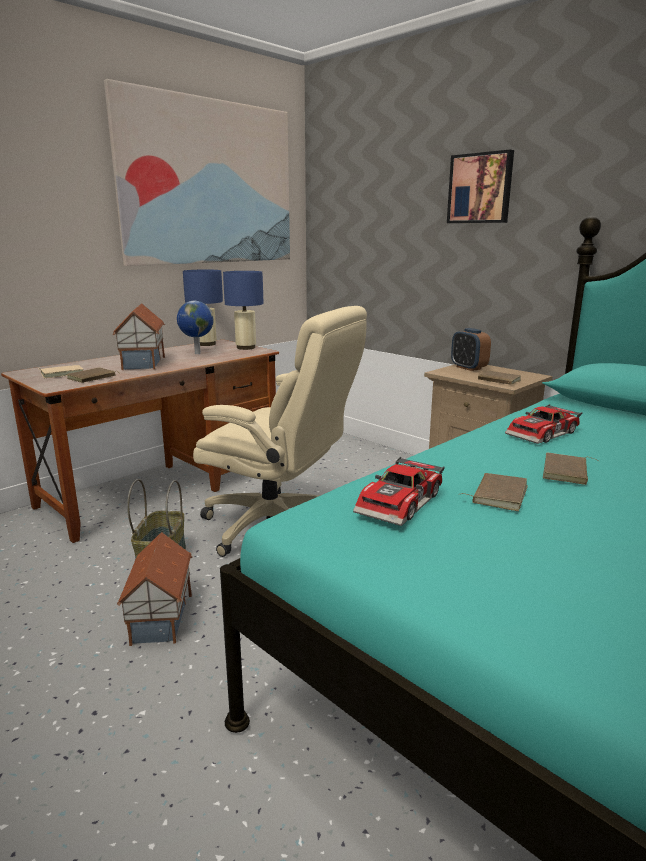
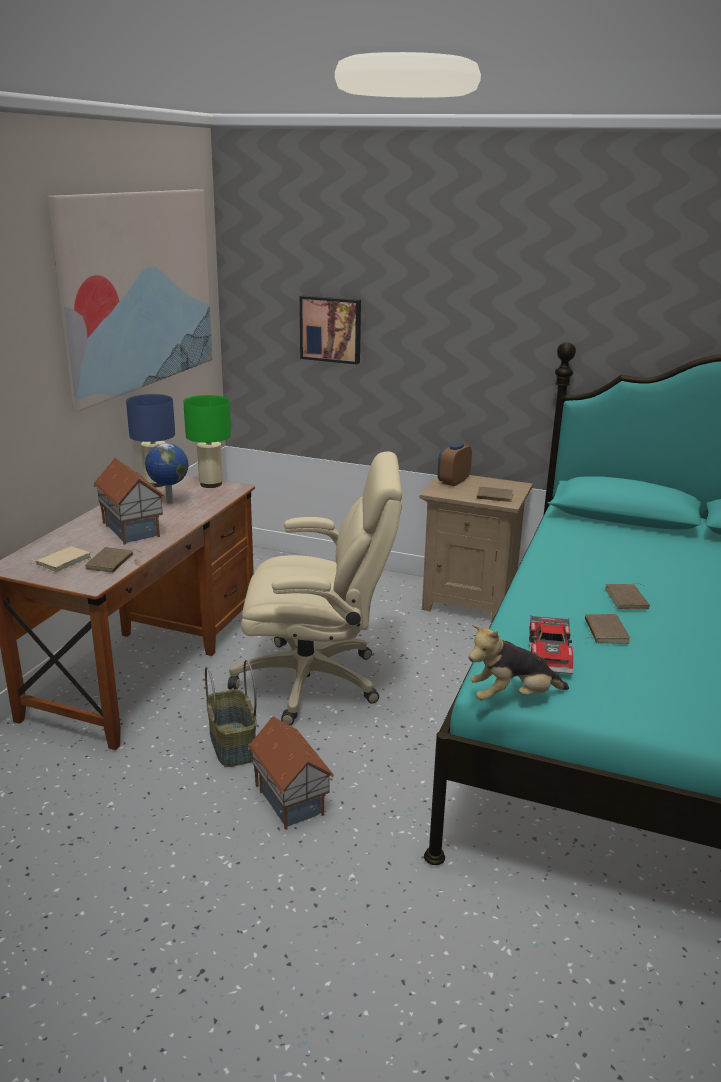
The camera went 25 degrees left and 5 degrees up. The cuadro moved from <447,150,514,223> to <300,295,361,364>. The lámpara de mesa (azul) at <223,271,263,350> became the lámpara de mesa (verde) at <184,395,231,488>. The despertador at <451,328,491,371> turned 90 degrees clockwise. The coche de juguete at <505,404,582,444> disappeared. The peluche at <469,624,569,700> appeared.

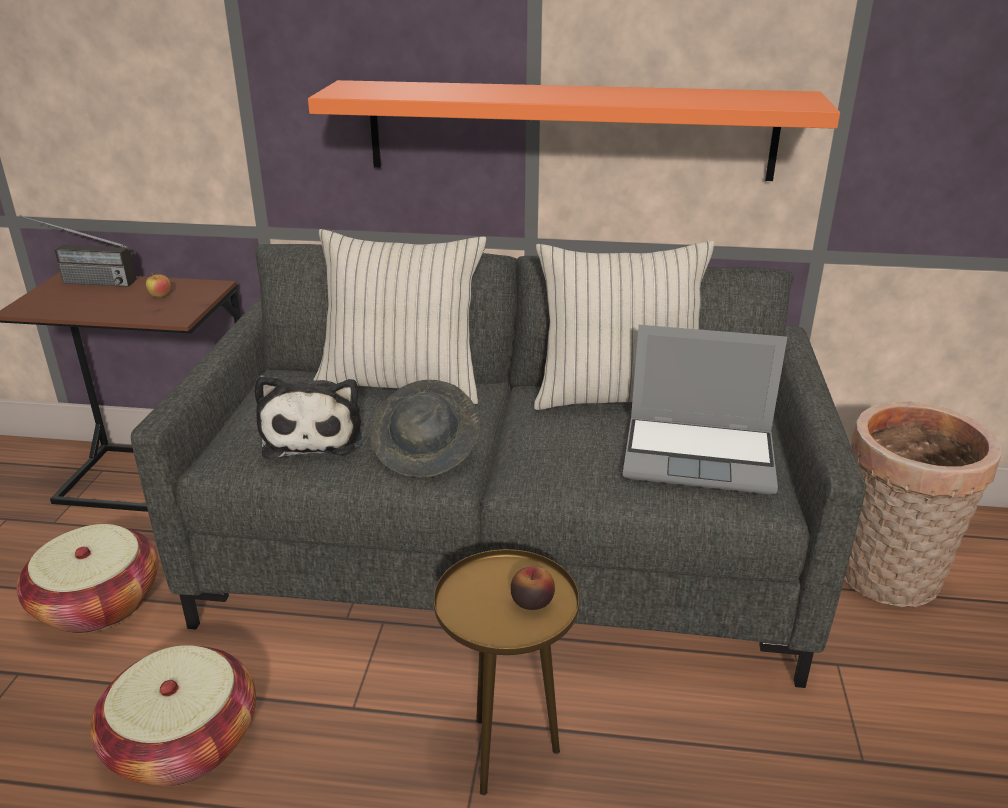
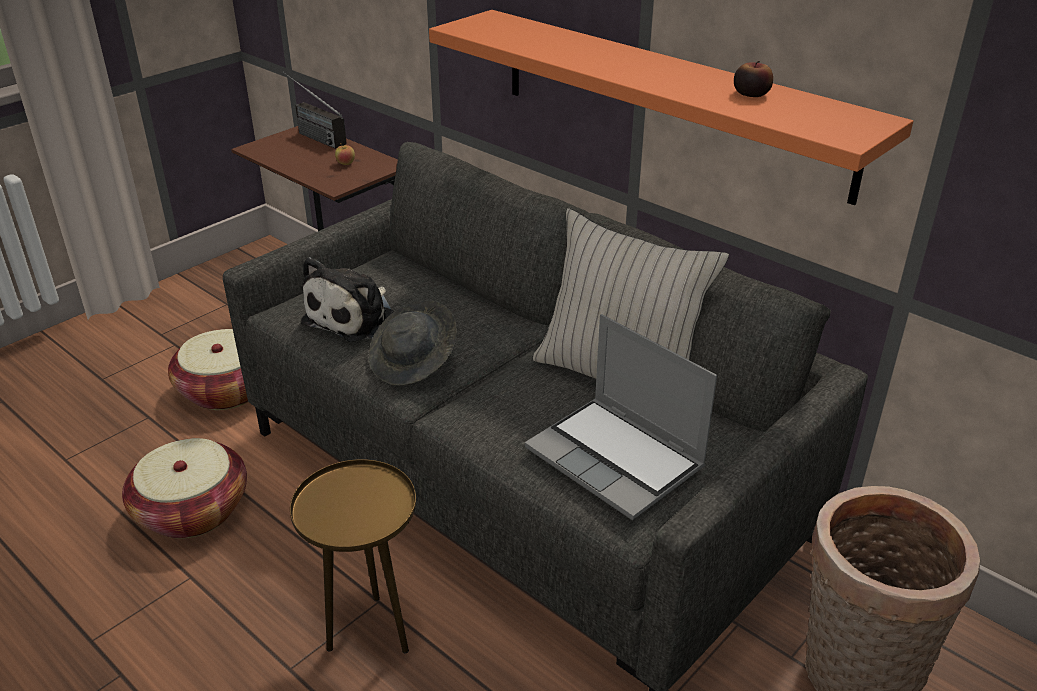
The camera went 35 degrees right and 5 degrees up. The cojín (beis) at <313,229,487,404> disappeared. The manzana moved from <511,567,555,610> to <734,61,773,97>.

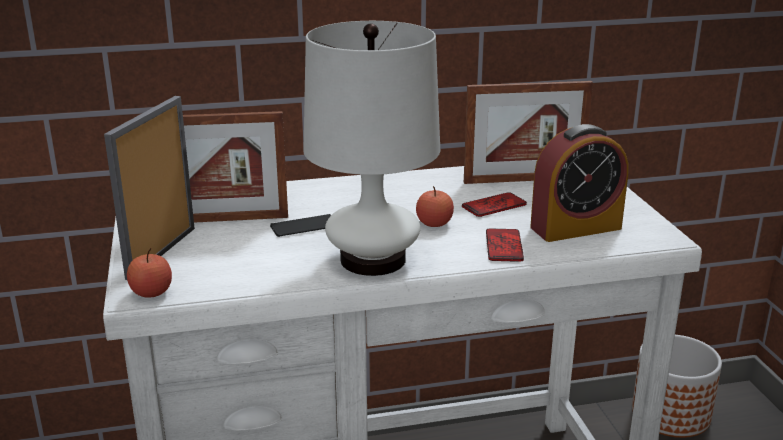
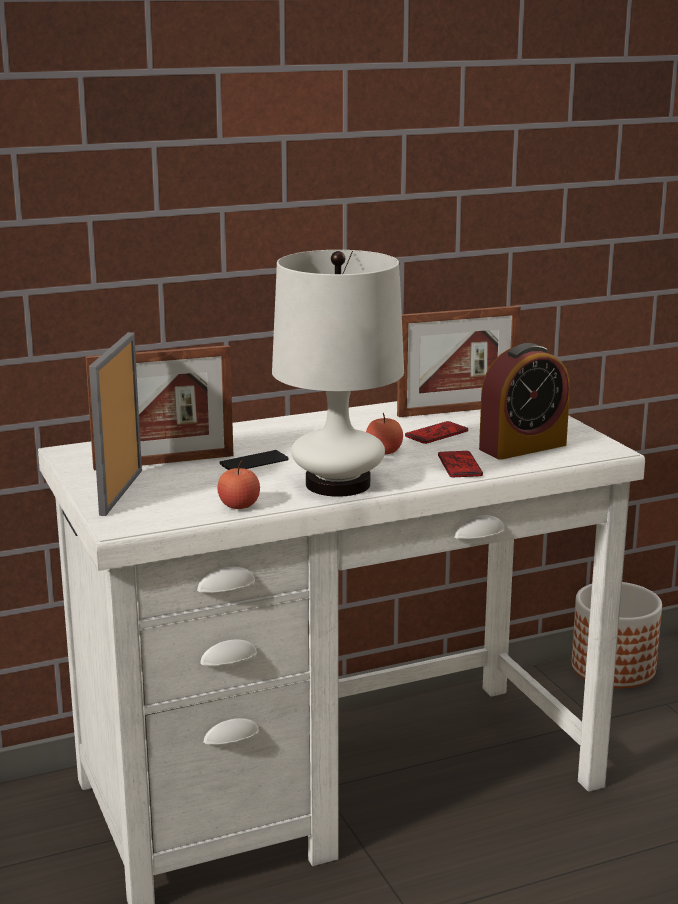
The camera went 10 degrees left and 5 degrees down. The manzana moved from <127,248,172,298> to <217,460,260,509>.

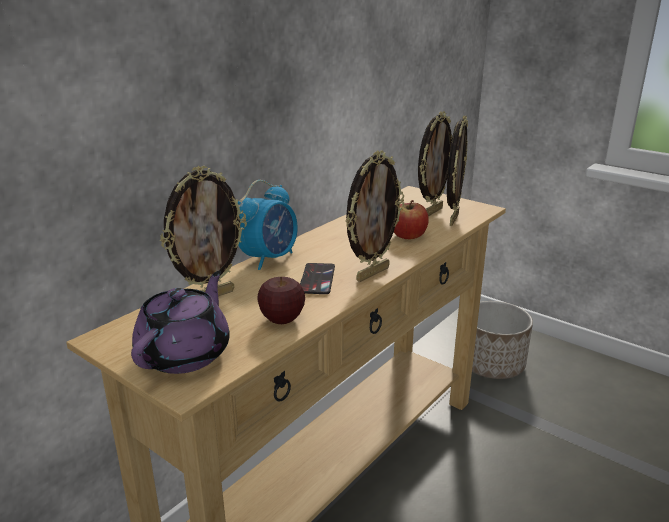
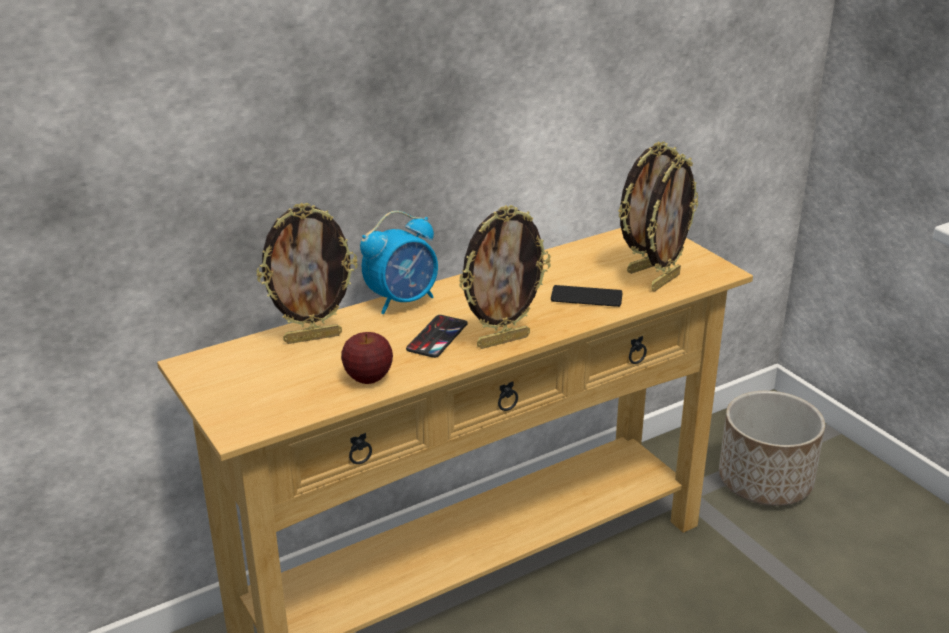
The camera went 20 degrees right and 5 degrees up. The manzana at <394,200,429,239> was replaced by the móvil at <551,285,622,307>. The tetera (morado) at <131,271,230,374> disappeared.

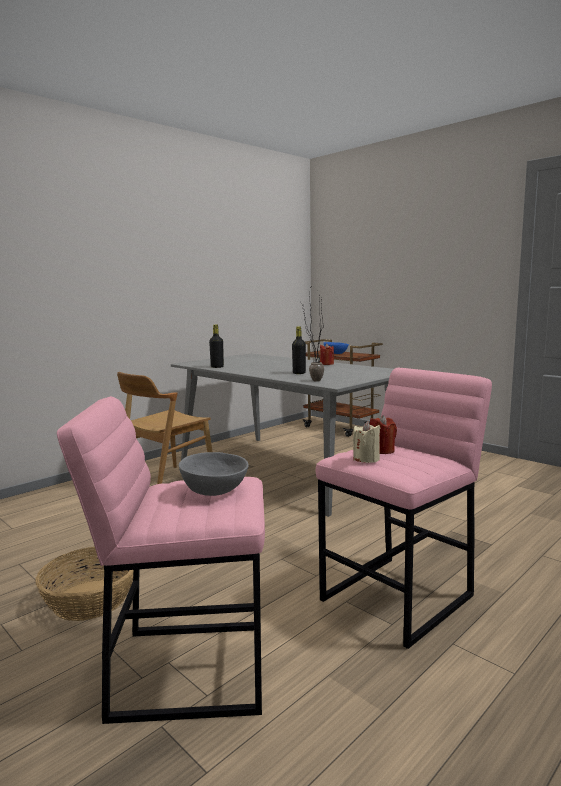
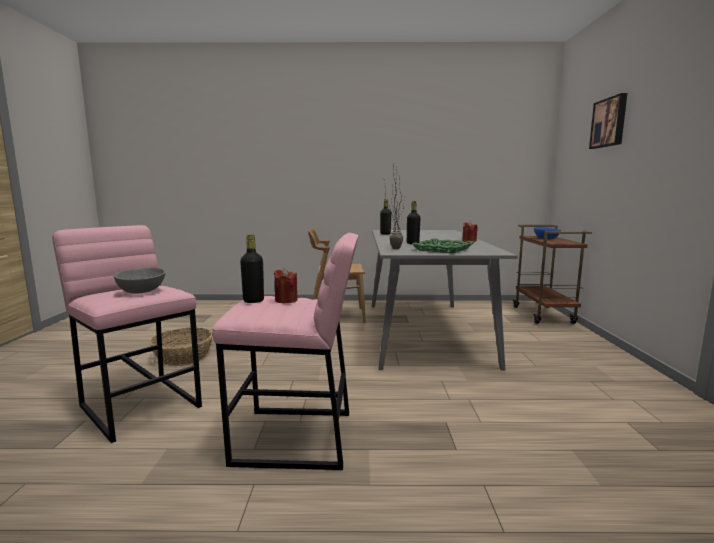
The camera went 45 degrees right and 0 degrees up. The vela (beis) at <353,421,381,463> was replaced by the botella (negro) at <240,234,264,303>. The cuadro at <589,93,627,149> appeared. The bandeja (verde) at <412,238,474,253> appeared.

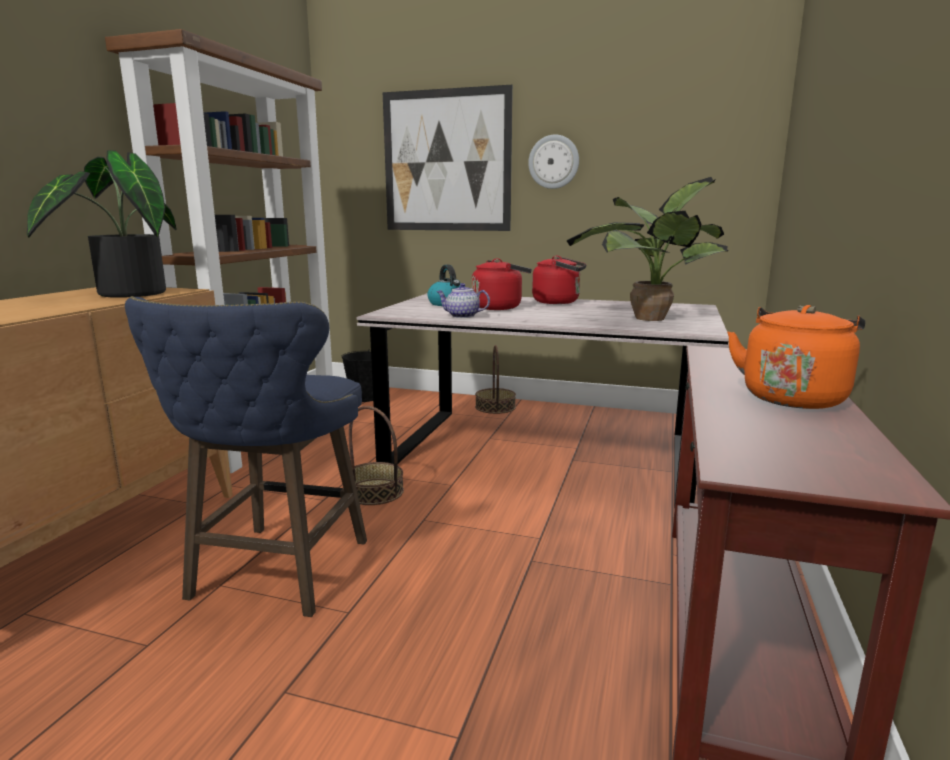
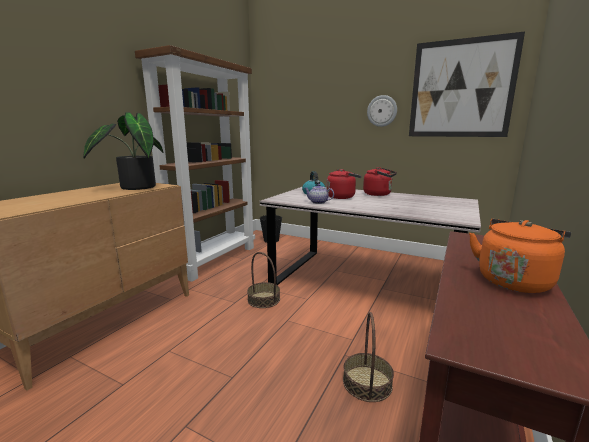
The camera went 10 degrees right and 0 degrees up. The cuadro moved from <383,85,513,231> to <409,32,525,137>. The planta en maceta at <567,177,729,321> disappeared. The taburete (azul) at <125,296,367,617> disappeared. The cesta moved from <475,345,516,414> to <343,312,394,402>.

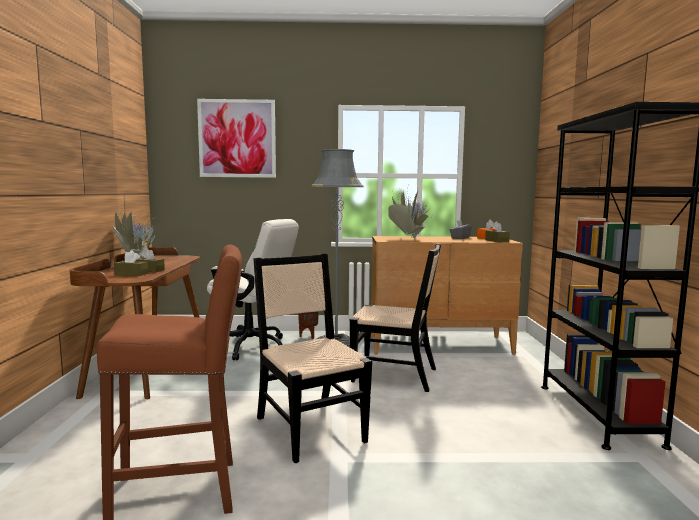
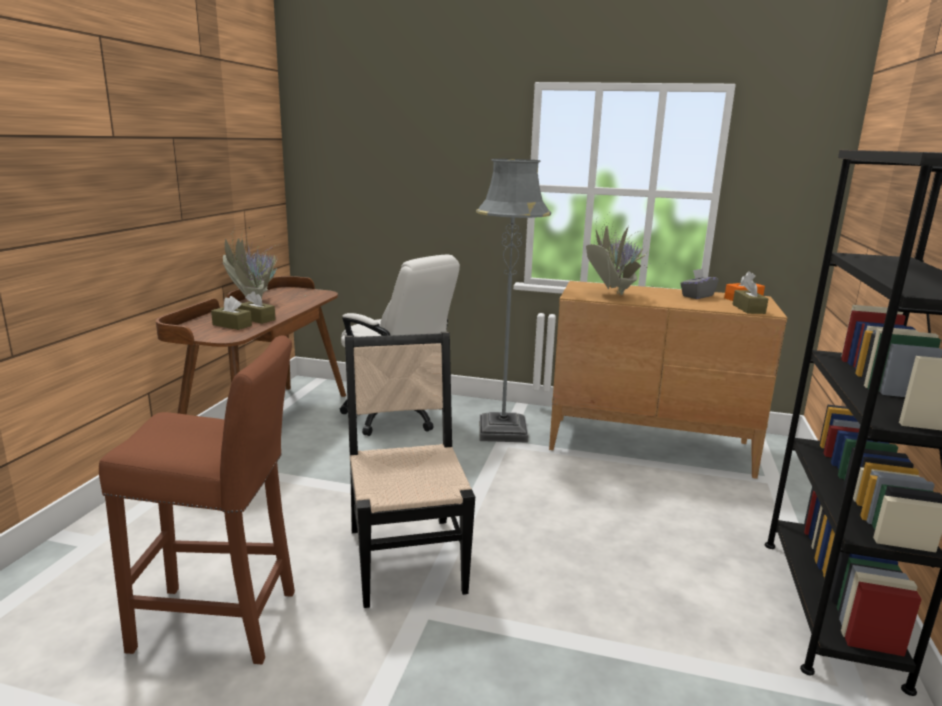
The camera went 15 degrees right and 10 degrees up. The cuadro at <197,99,276,178> disappeared. The silla at <350,243,441,392> disappeared. The maceta (marrón) at <298,311,319,339> disappeared.

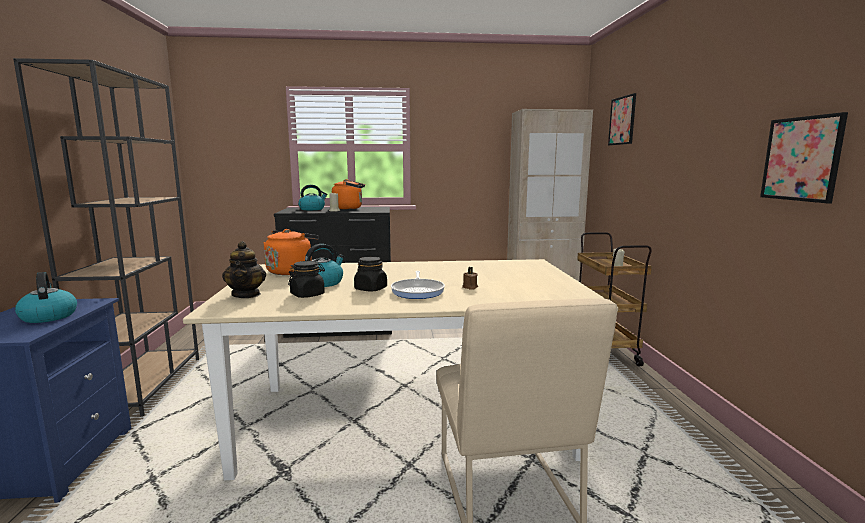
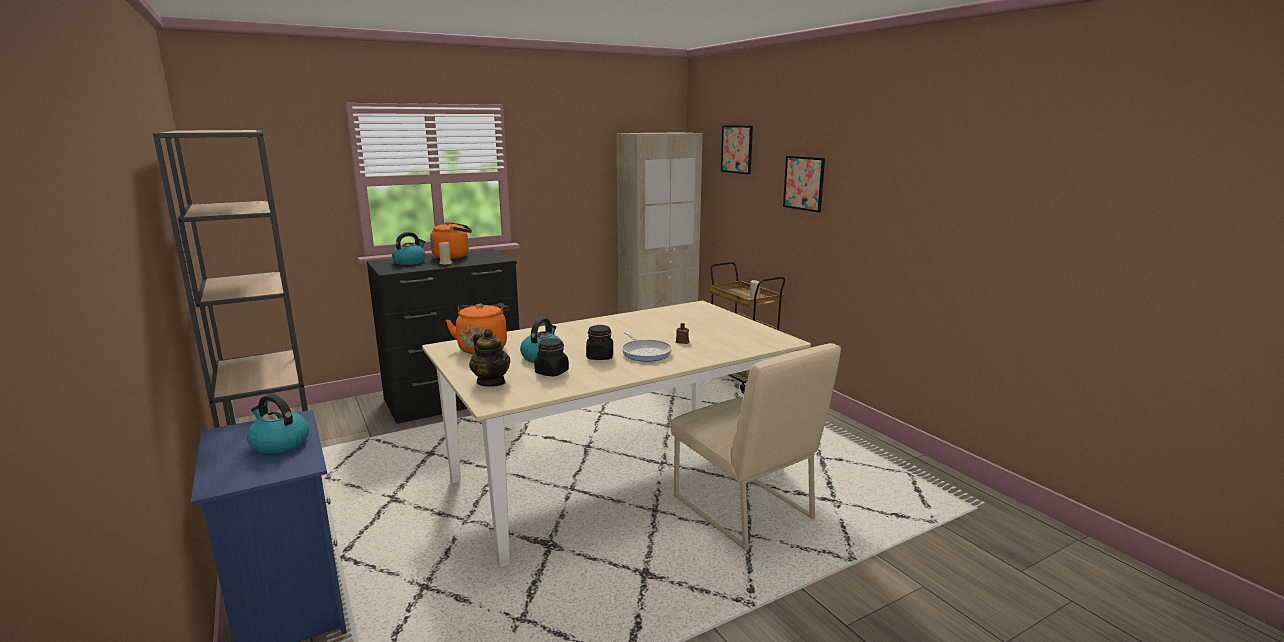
The camera went 25 degrees left and 5 degrees up. The cuadro moved from <760,112,848,204> to <783,156,825,213>.

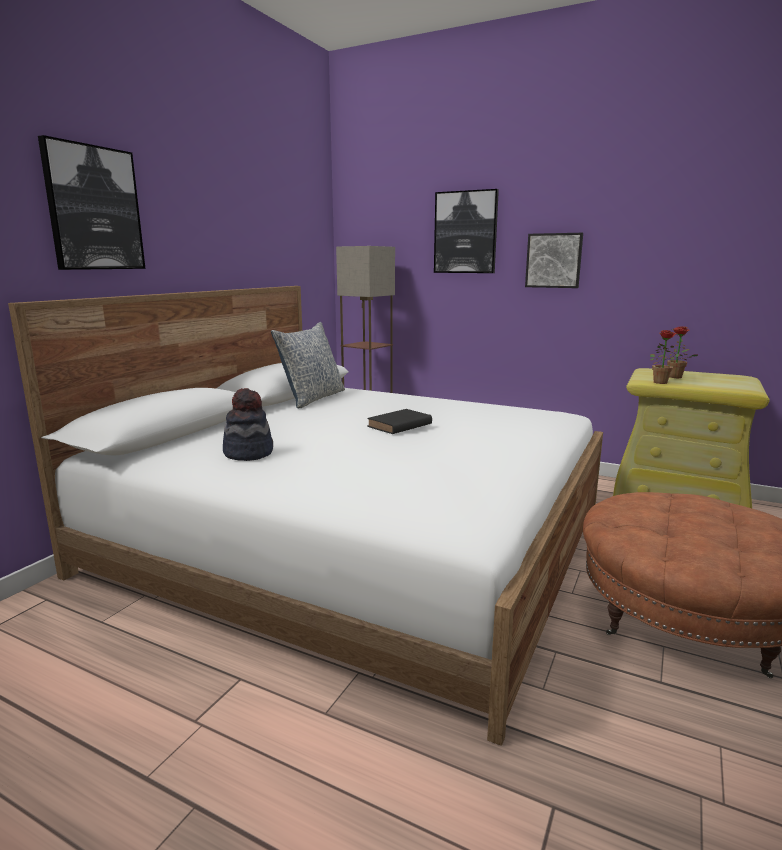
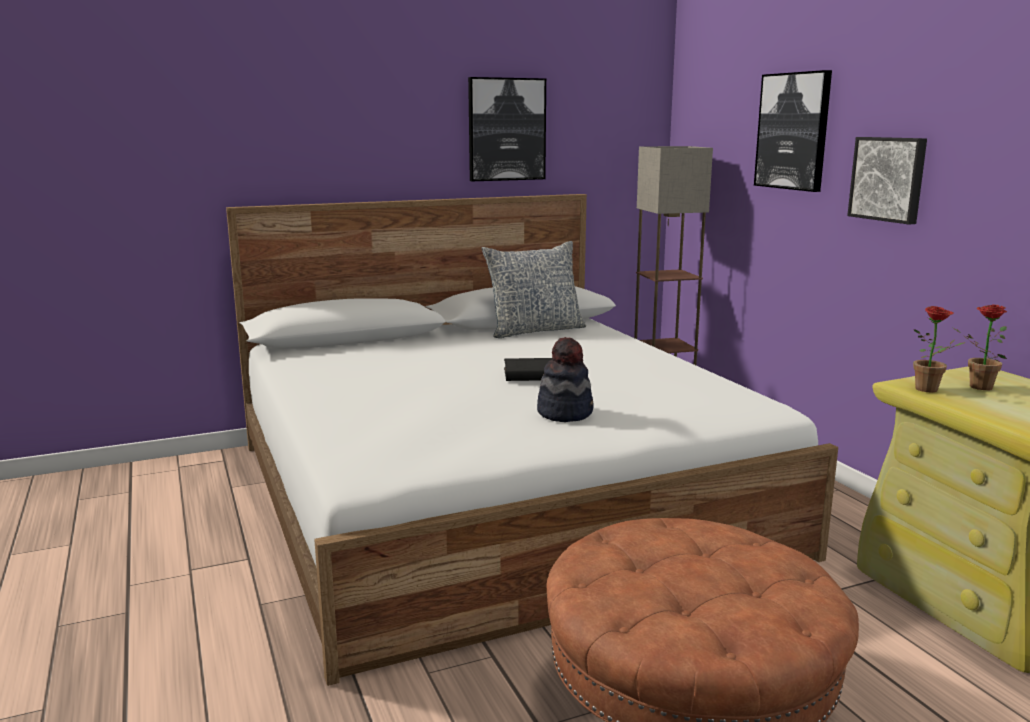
The camera went 40 degrees right and 0 degrees up. The cuadro moved from <38,135,145,270> to <468,77,546,181>. The sombrero moved from <223,388,273,461> to <537,337,594,422>.

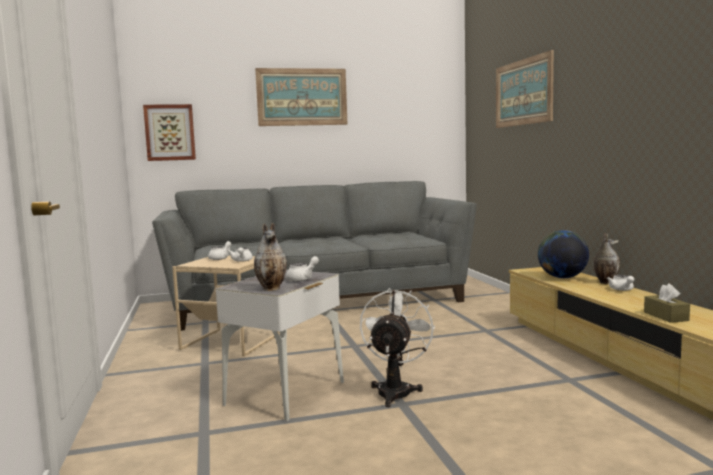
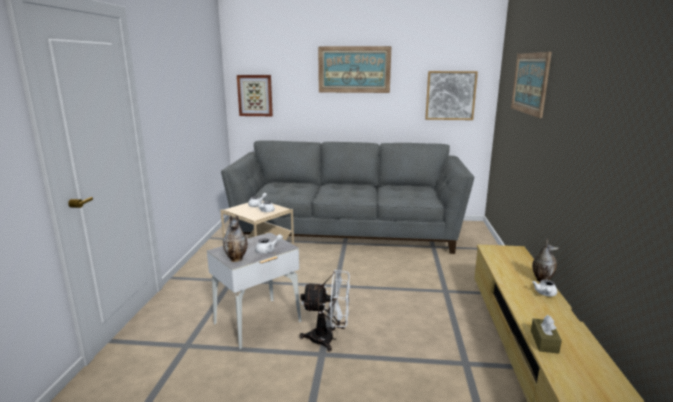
The camera went 20 degrees right and 10 degrees up. The globo terráqueo at <538,230,589,278> disappeared. The ventilador (blanco) at <360,288,435,407> turned 60 degrees clockwise. The cuadro at <425,71,478,120> appeared.

